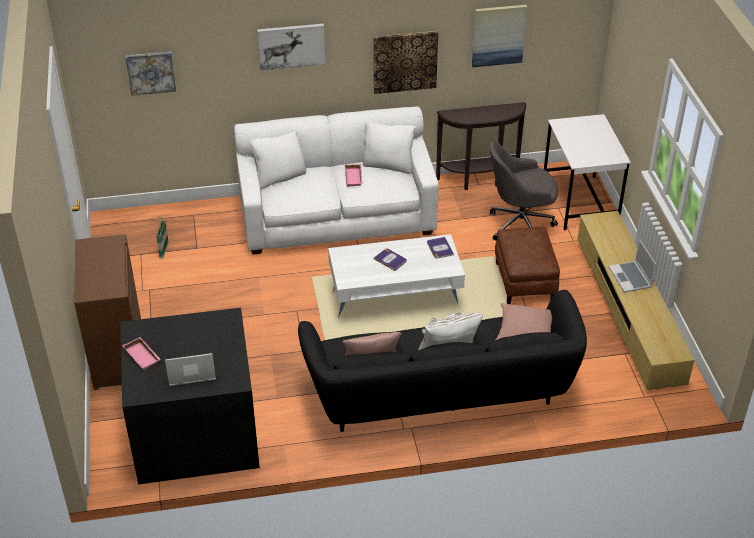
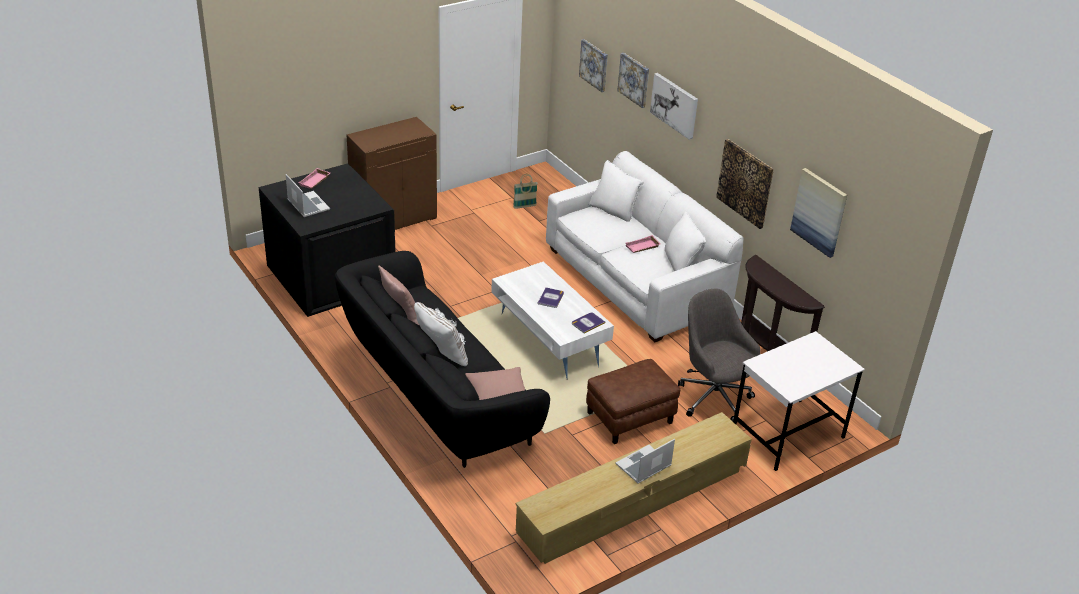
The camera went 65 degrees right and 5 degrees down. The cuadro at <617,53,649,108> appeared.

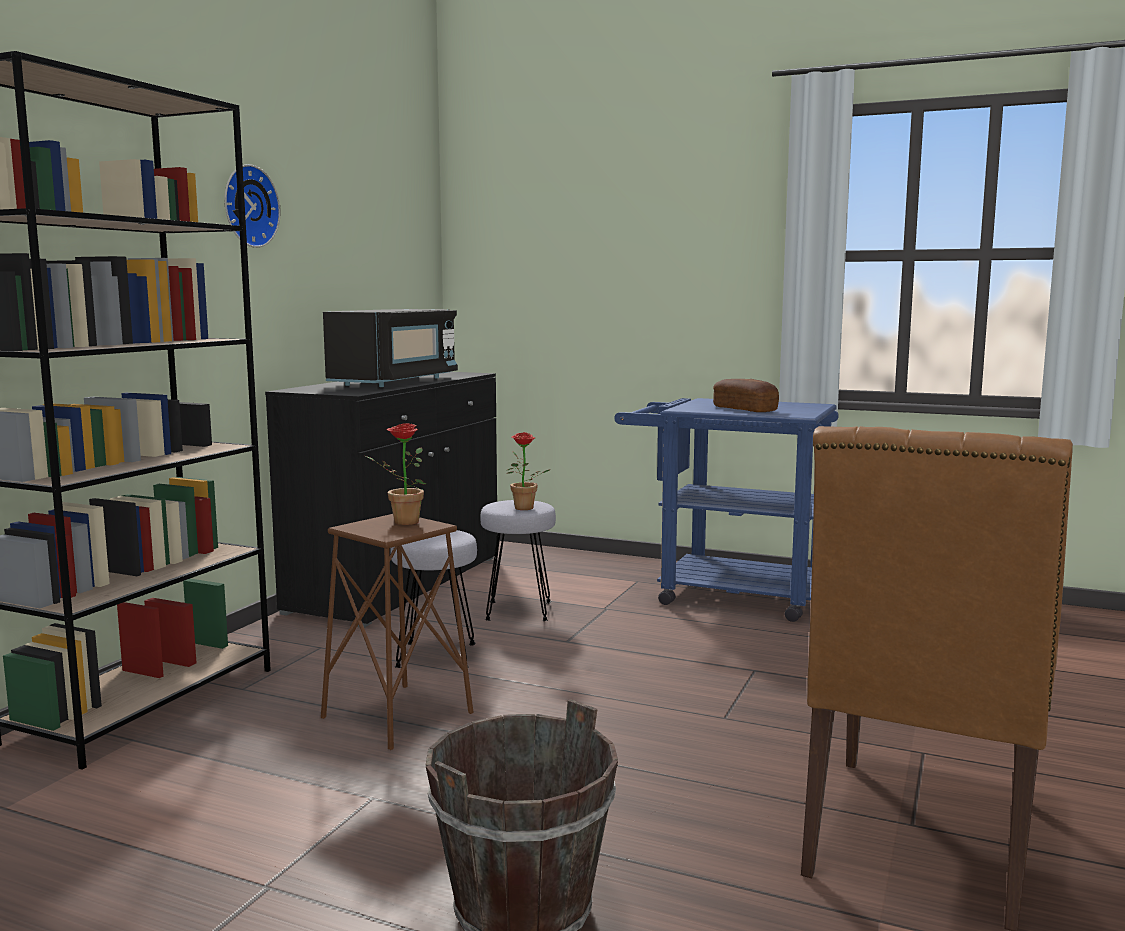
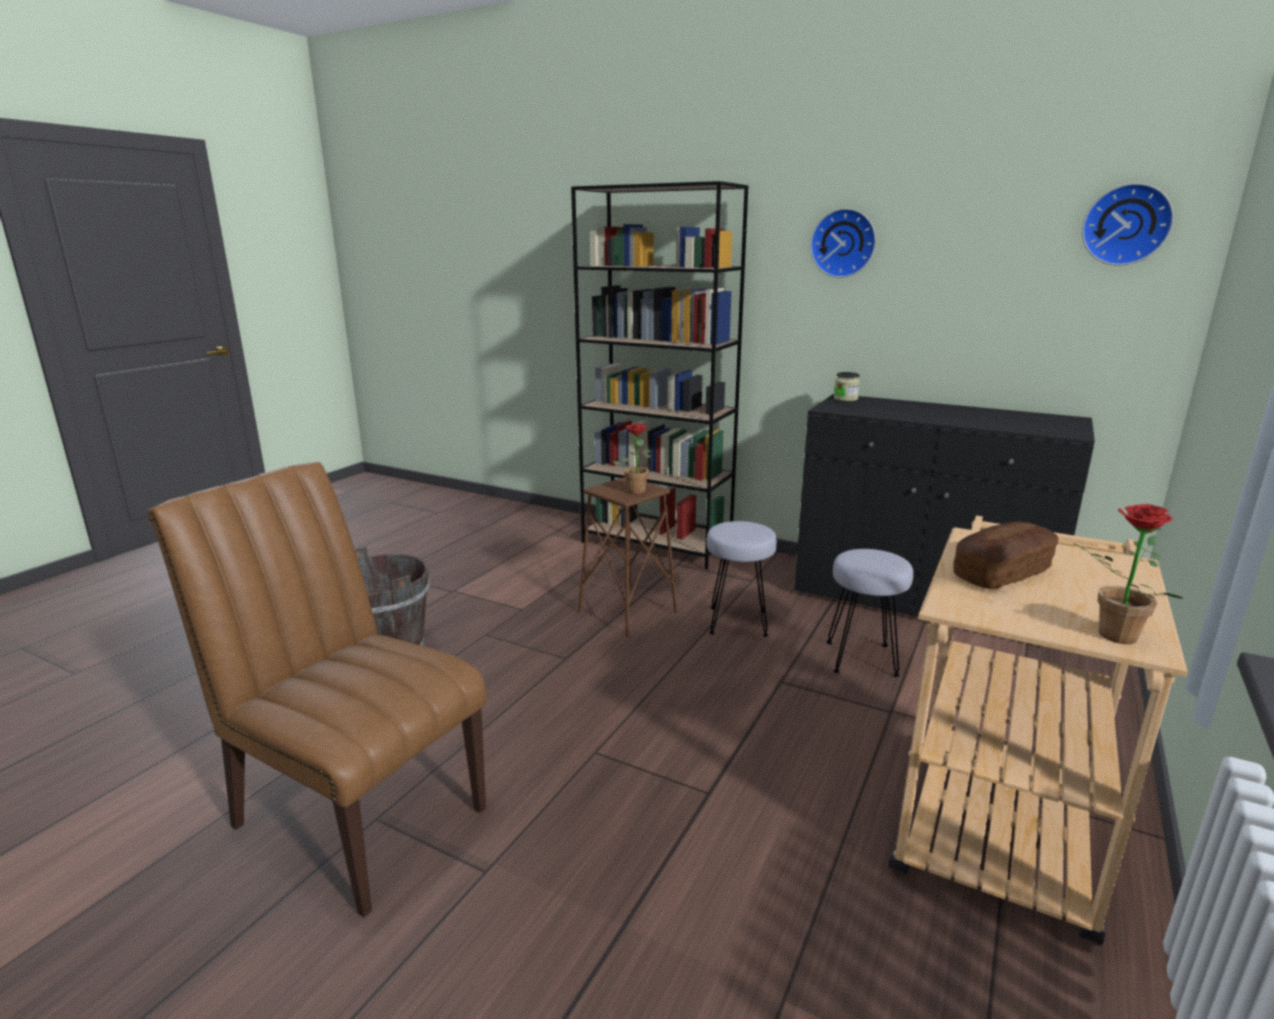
The camera went 95 degrees right and 10 degrees up. The microondas (negro) at <323,309,458,387> disappeared. The carrito (azul) at <614,398,839,622> became the carrito (beis) at <889,516,1188,946>. The planta en maceta moved from <507,432,551,510> to <1073,504,1183,644>. The reloj de pared at <1082,183,1174,266> appeared. The tarro at <834,372,860,401> appeared.

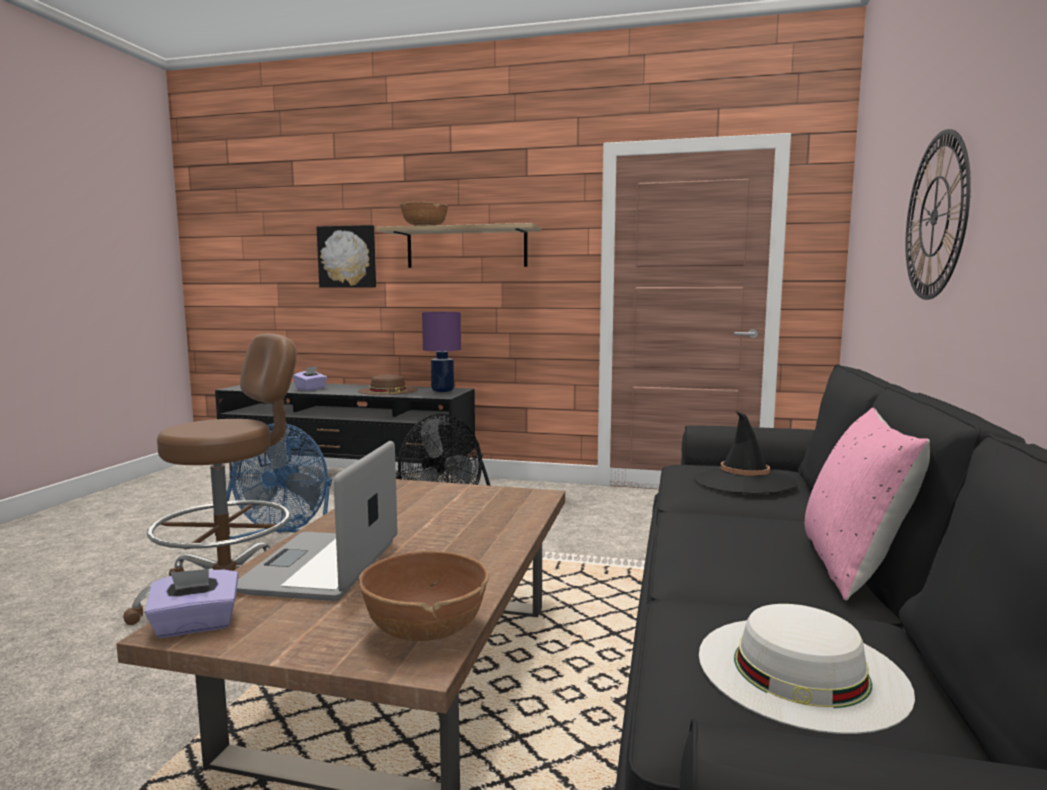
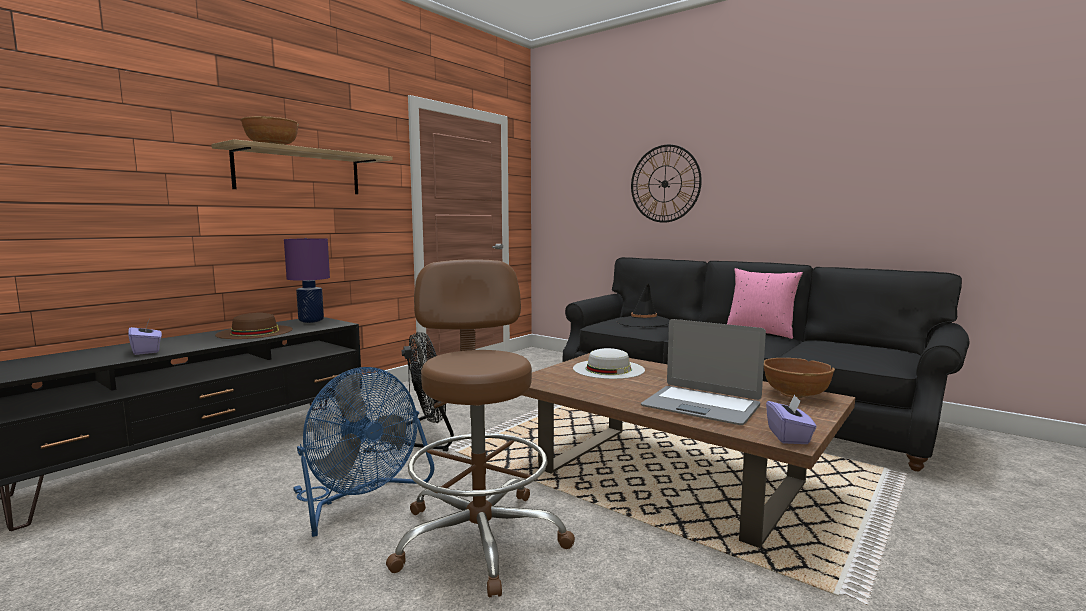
The camera went 65 degrees left and 0 degrees up. The cuadro at <316,225,376,288> disappeared. The sombrero (blanco) moved from <699,604,915,734> to <573,348,645,379>.

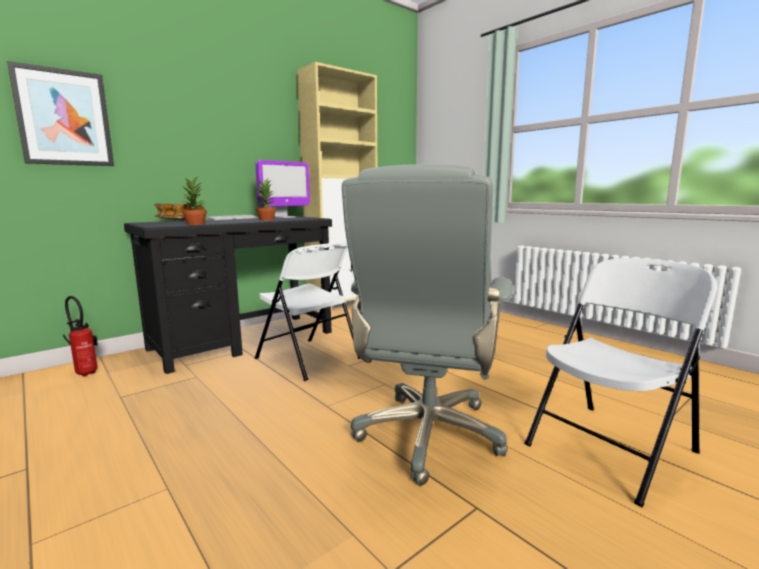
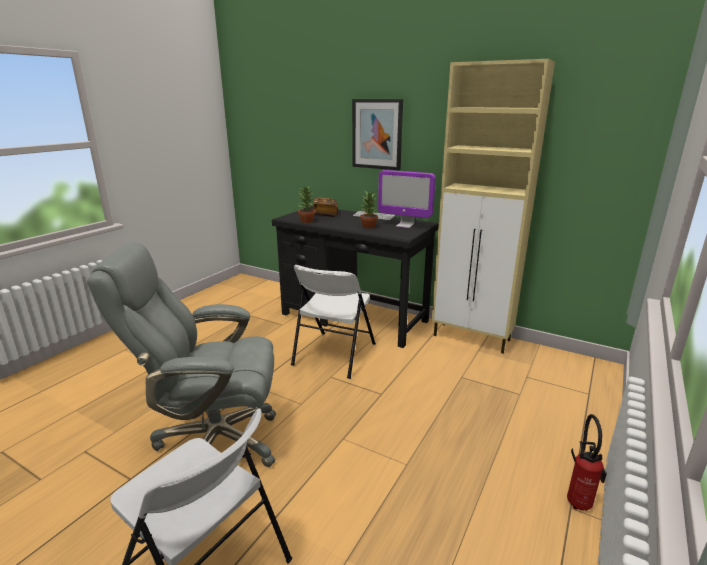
The camera went 70 degrees right and 10 degrees up. The cuadro moved from <7,61,114,166> to <352,99,403,170>. The extintor moved from <63,296,98,377> to <567,414,607,511>.

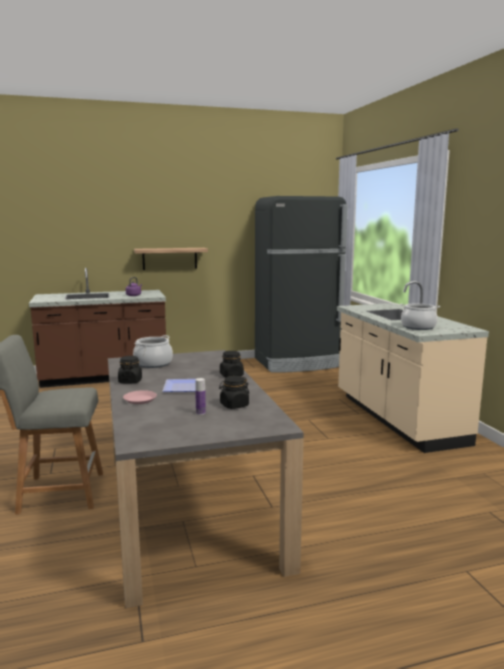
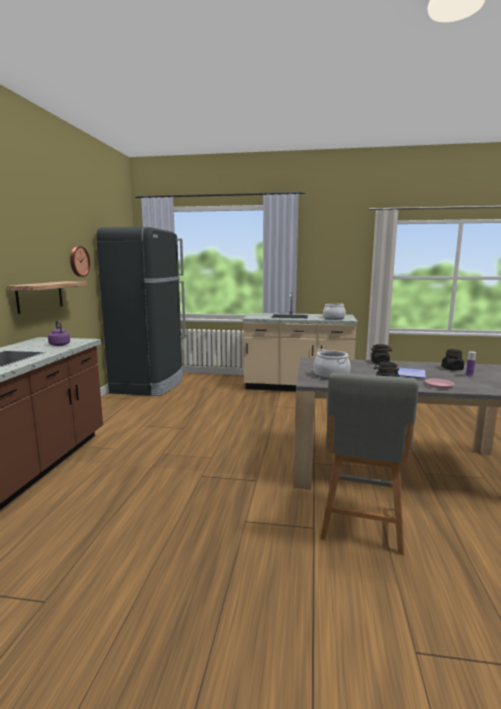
The camera went 65 degrees left and 0 degrees up. The reloj de pared at <70,246,90,277> appeared.

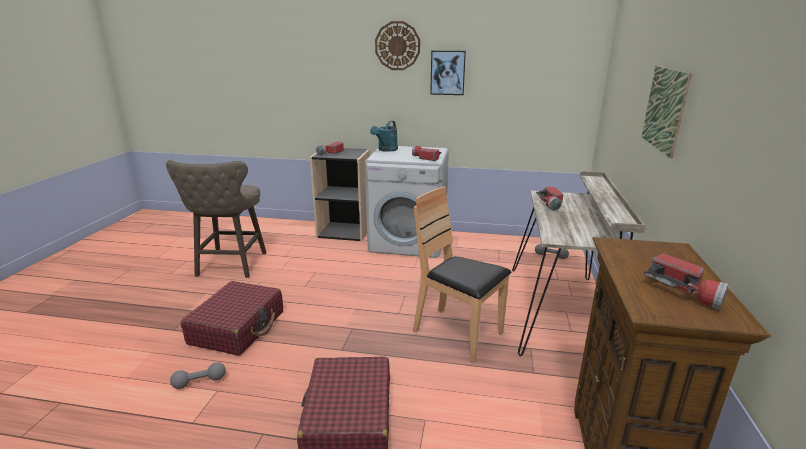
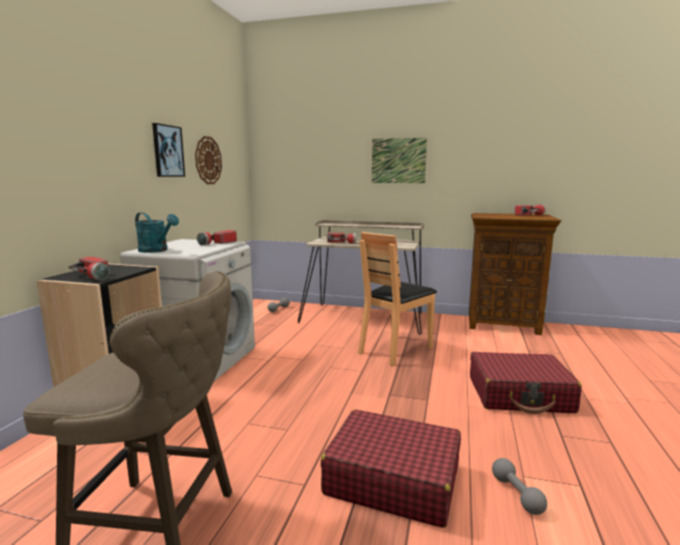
The camera went 85 degrees left and 10 degrees down. The reloj de pared moved from <375,21,420,70> to <195,136,222,184>.

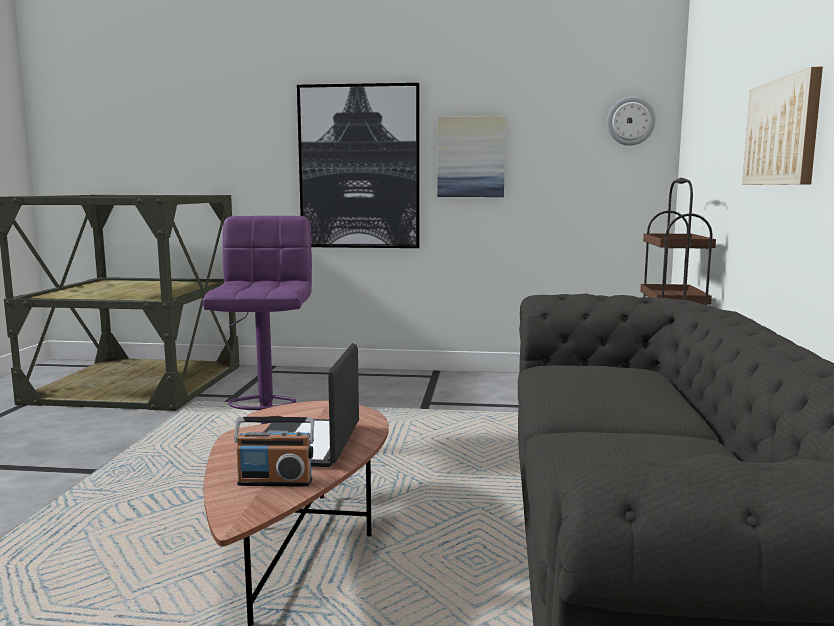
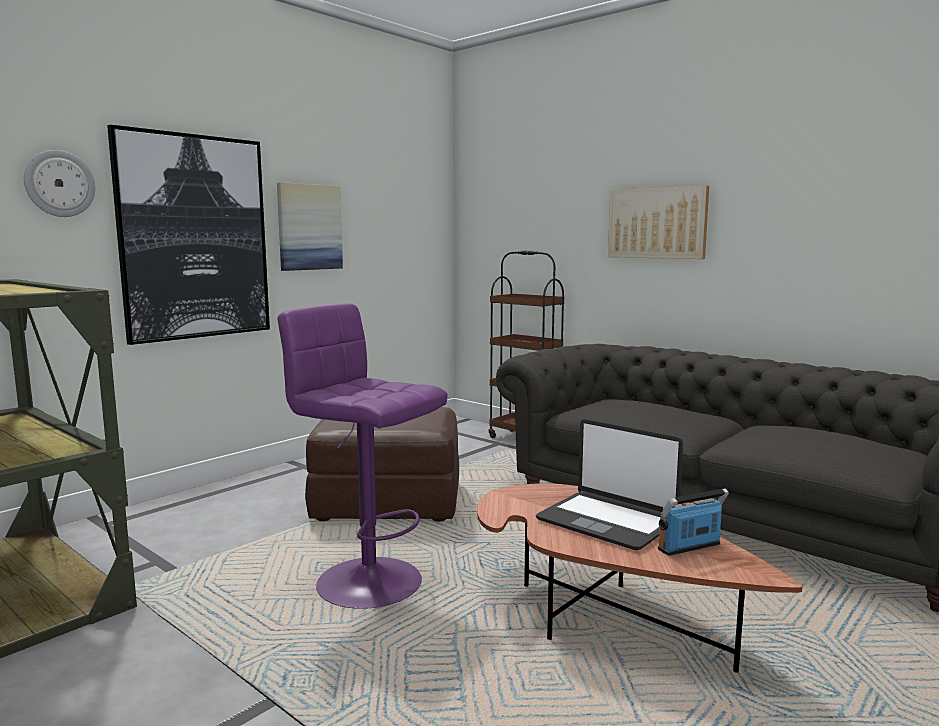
The camera went 55 degrees left and 0 degrees up. The reloj de pared moved from <607,96,656,146> to <24,150,95,217>. The radio at <234,417,314,487> turned 150 degrees counterclockwise. The puf (marrón) at <305,407,459,522> appeared.

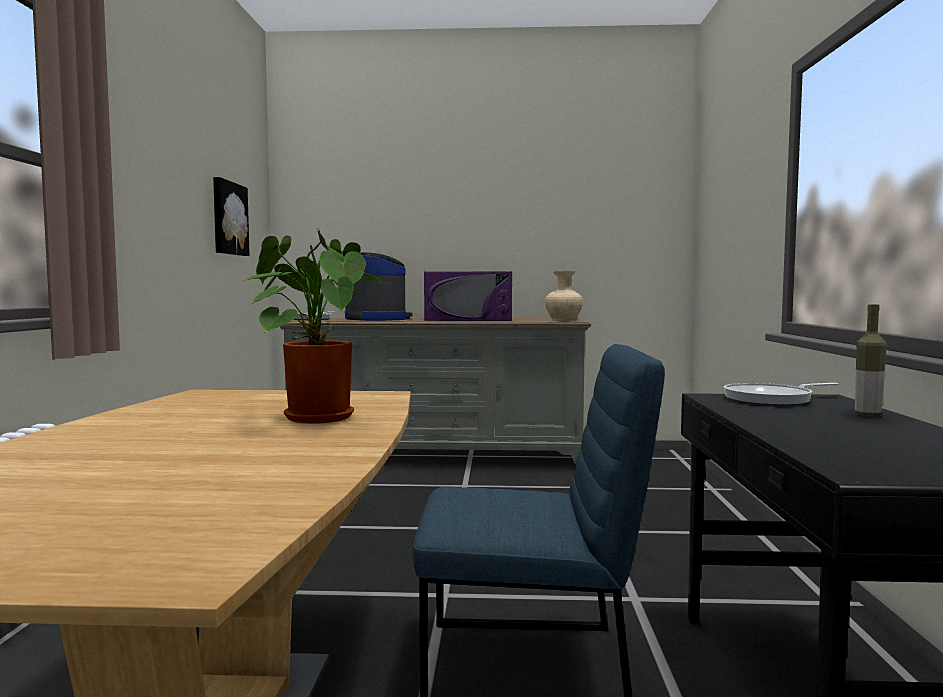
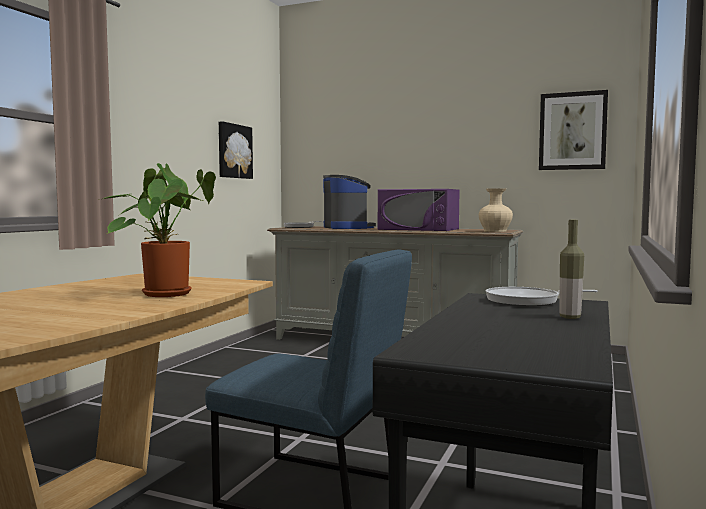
The camera went 20 degrees right and 0 degrees up. The cuadro at <539,90,608,170> appeared.

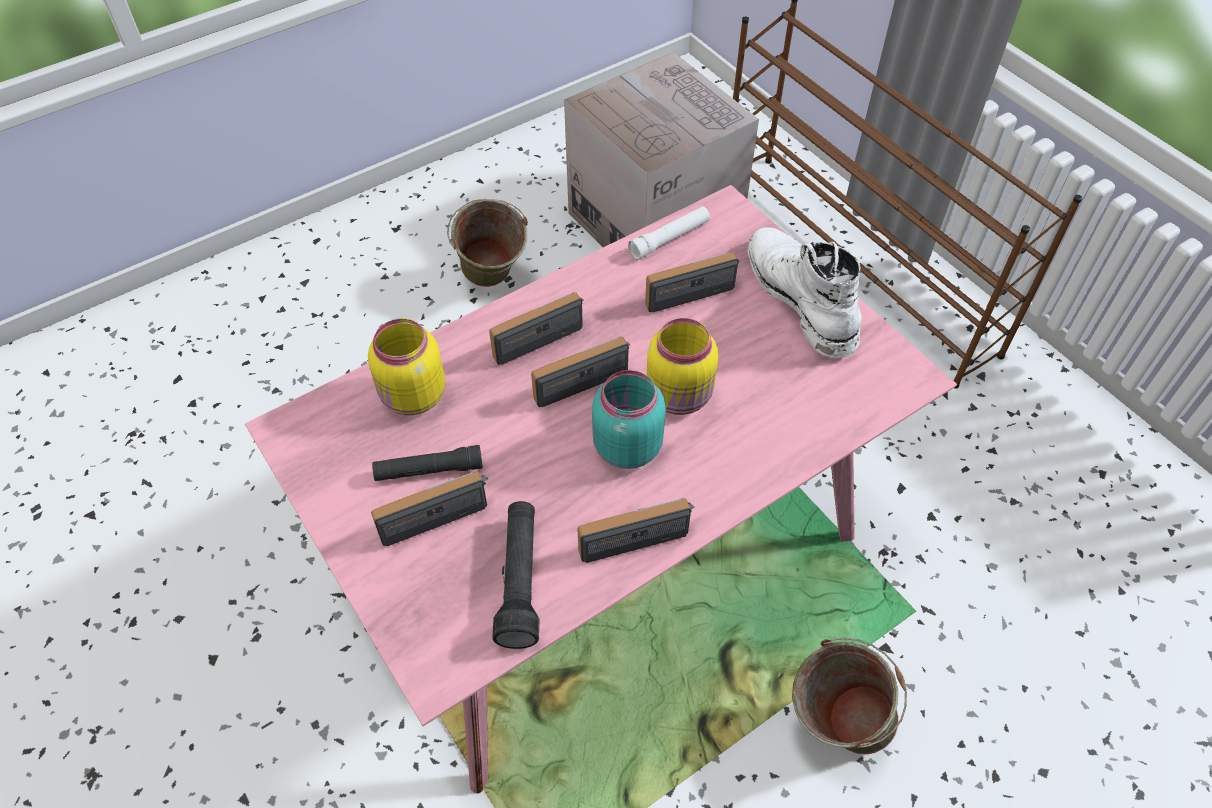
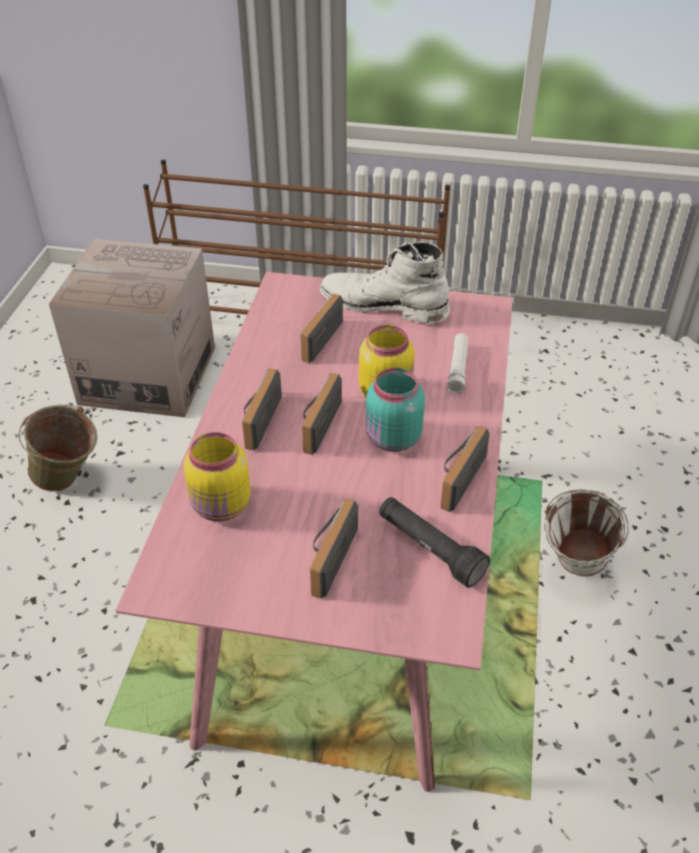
The camera went 45 degrees left and 10 degrees down. The linterna (blanco) moved from <628,206,710,260> to <447,333,468,394>. The linterna (negro) at <372,445,483,481> disappeared. The cubo (verde) at <792,637,907,754> became the cubo (blanco) at <544,489,629,577>.

